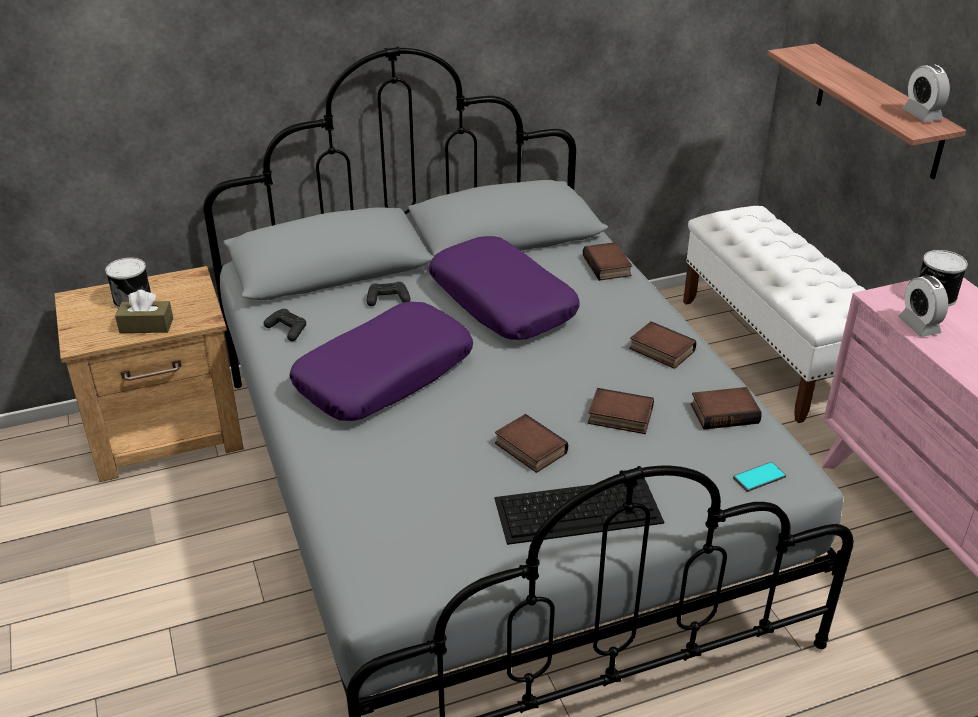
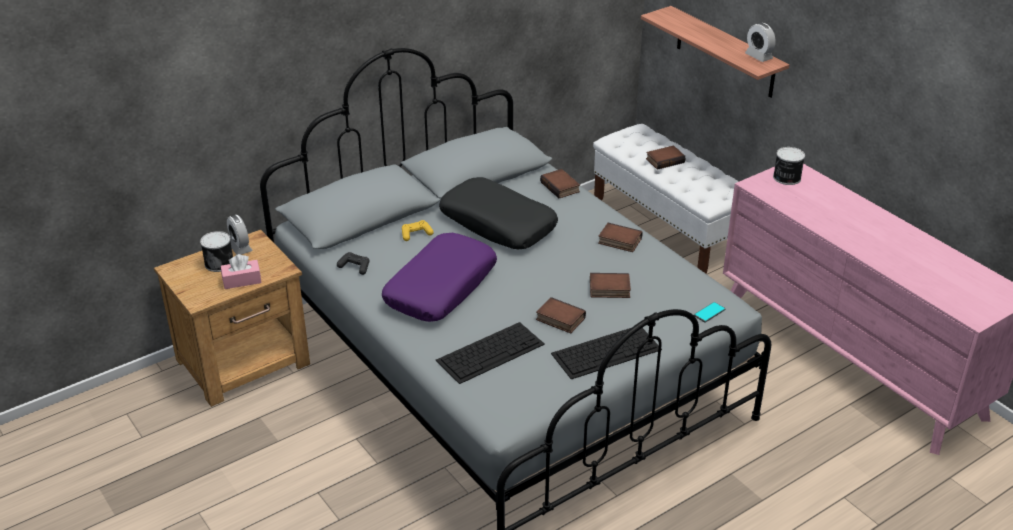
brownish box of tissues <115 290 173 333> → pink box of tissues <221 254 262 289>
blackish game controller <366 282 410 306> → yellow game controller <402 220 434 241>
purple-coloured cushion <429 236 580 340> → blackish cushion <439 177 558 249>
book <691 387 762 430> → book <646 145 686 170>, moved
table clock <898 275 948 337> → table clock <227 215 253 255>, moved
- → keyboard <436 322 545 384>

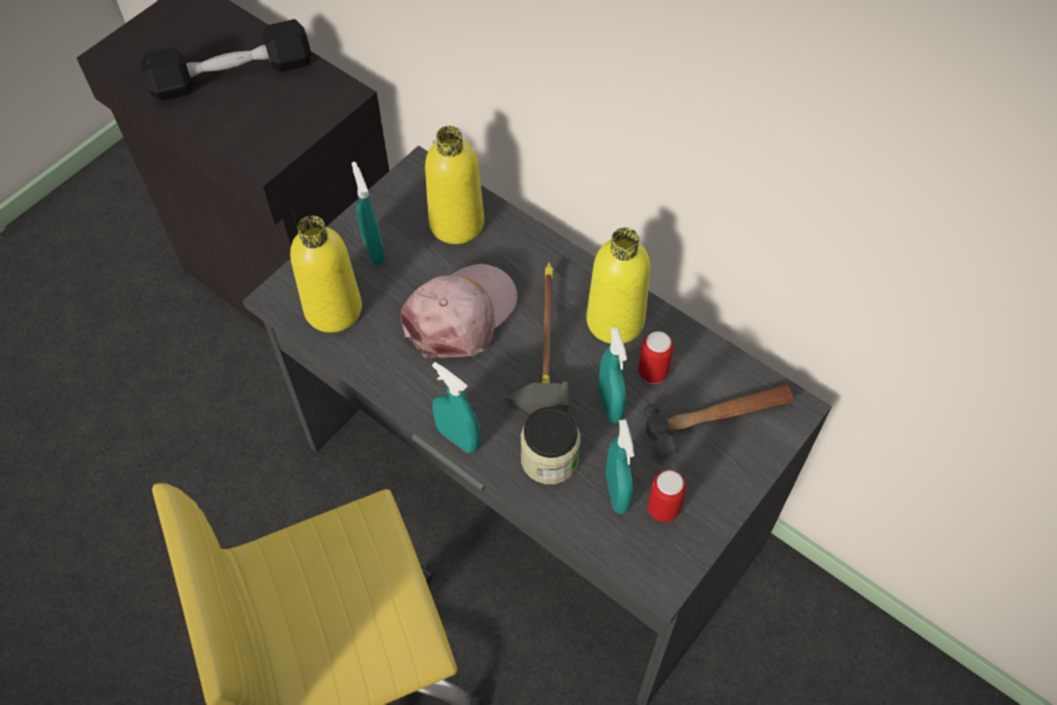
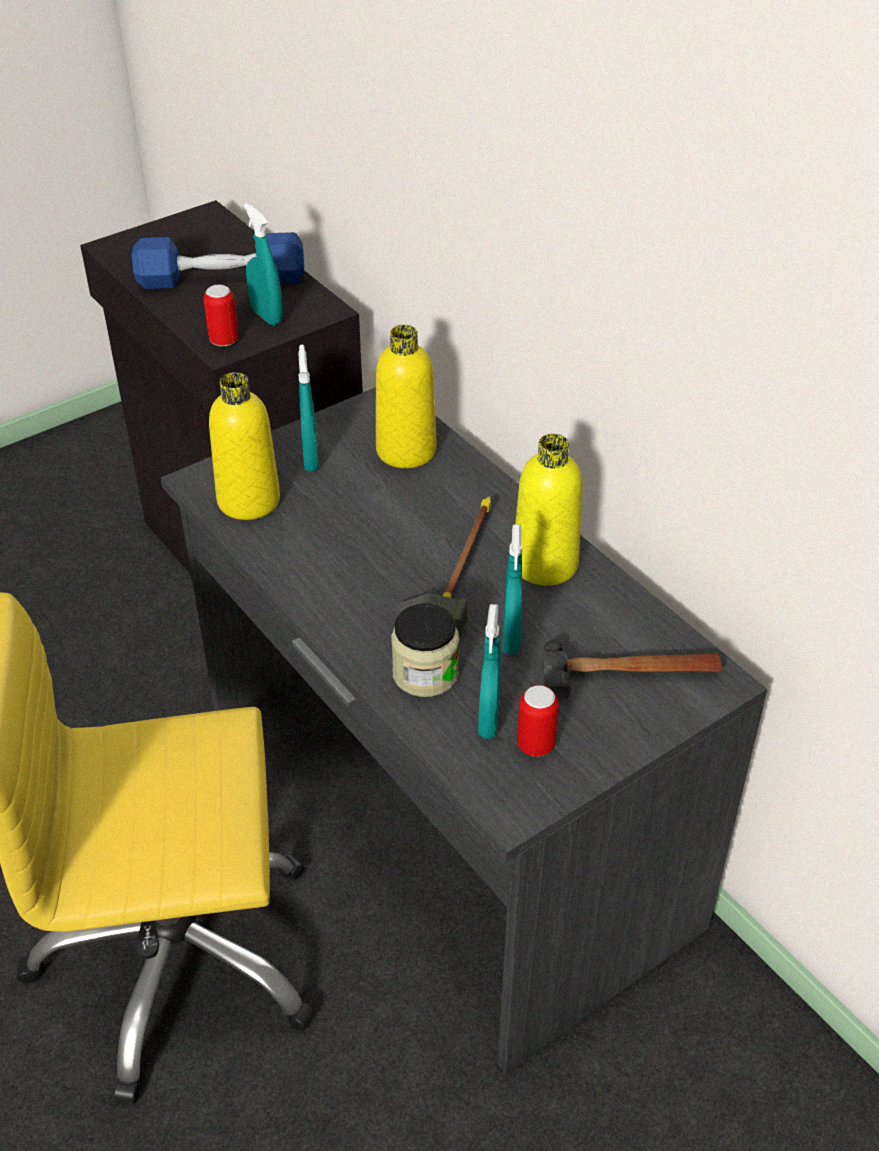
blackish dumbbell <140 19 311 101> → blue-coloured dumbbell <132 232 304 289>
pink peaked cap <401 264 518 358> → -
turquoise spray bottle <432 362 480 453> → turquoise spray bottle <244 203 283 325>, moved
can <638 331 674 384> → can <203 285 238 347>, moved

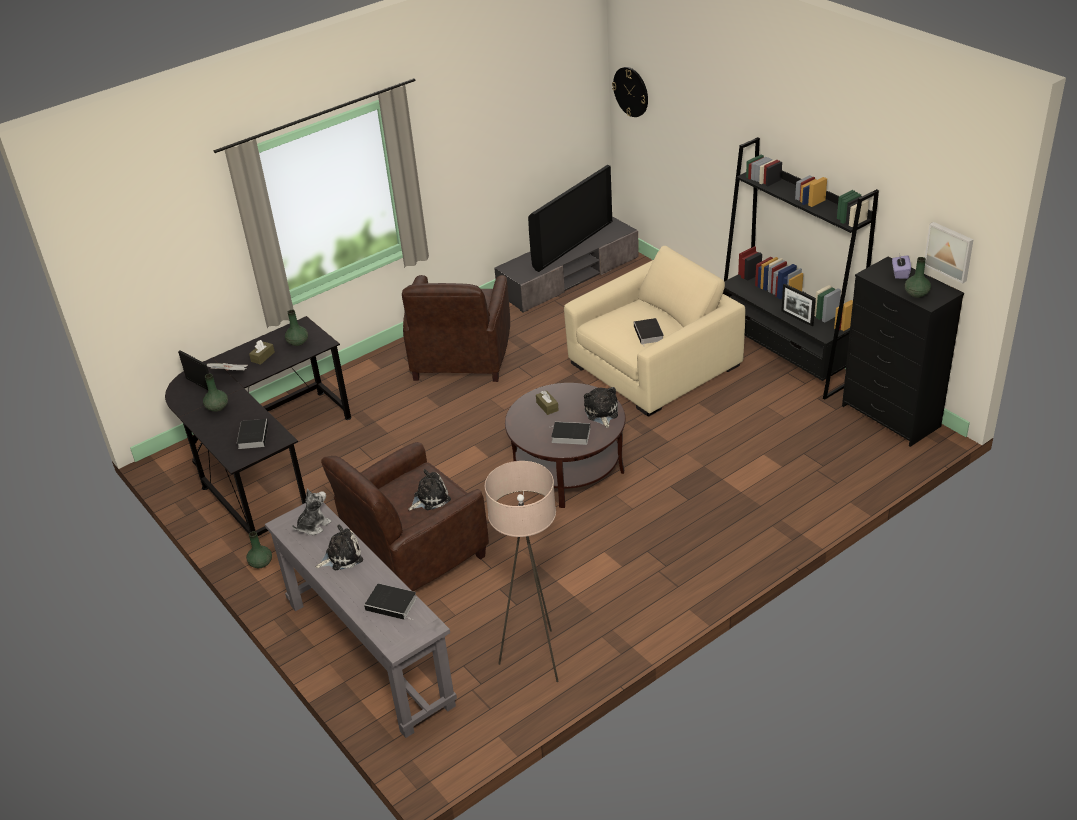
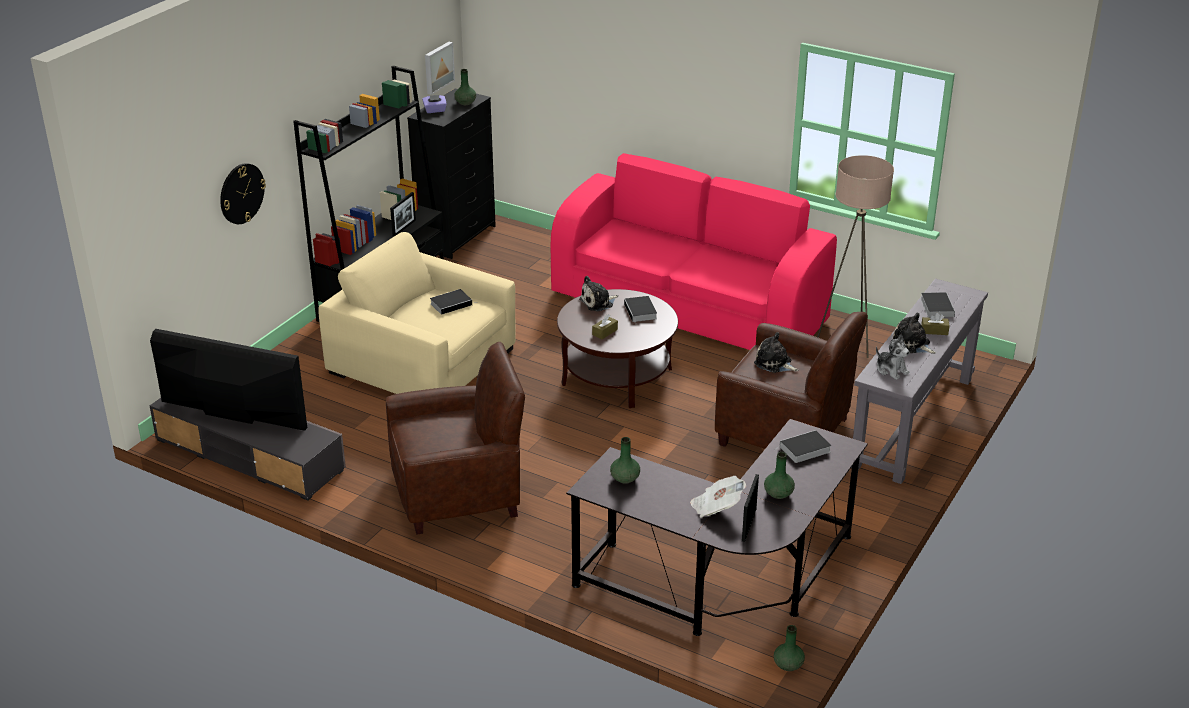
green-coloured decorative vase <246 531 272 568> → green-coloured decorative vase <774 625 805 671>, moved
brownish box of tissues <249 340 275 365> → brownish box of tissues <921 313 950 335>, moved
cuddly toy <292 489 332 535> → cuddly toy <876 334 910 380>, 150 degrees counterclockwise
wall clock <612 67 648 117> → wall clock <220 163 266 224>, moved
- → pink couch <550 153 837 350>

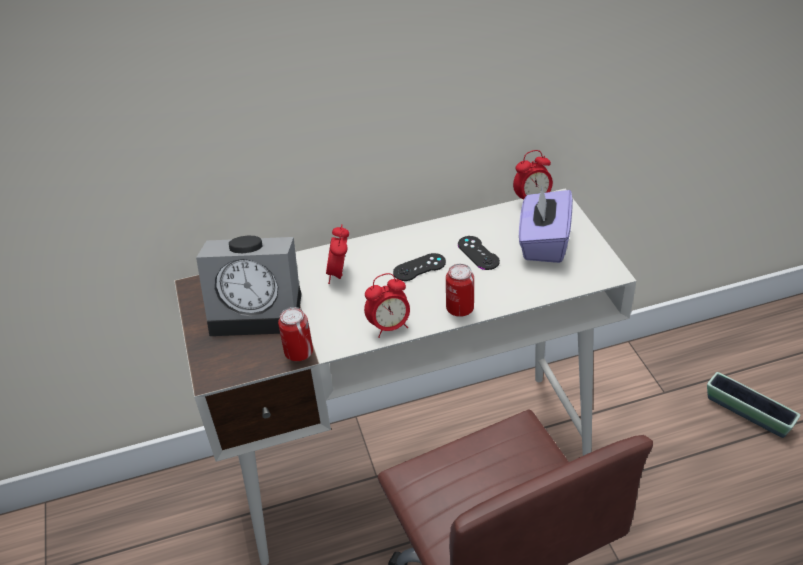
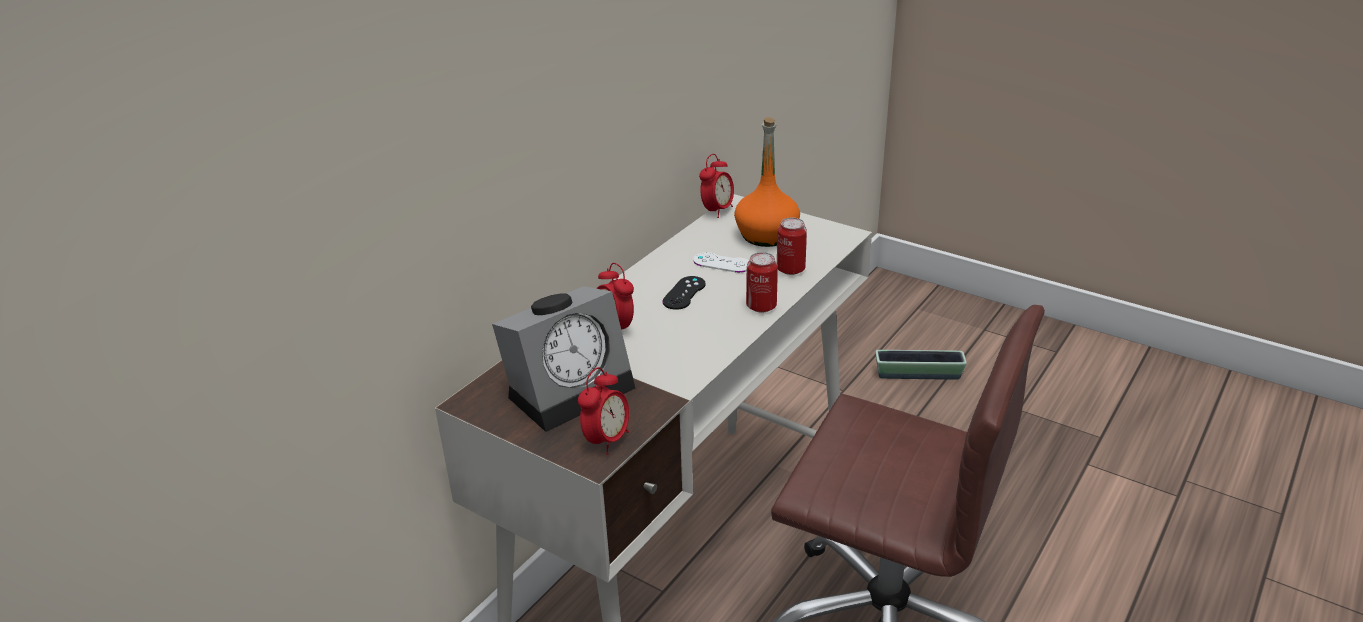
can <278 307 313 361> → can <777 217 807 275>, moved
table clock <364 273 410 338> → table clock <578 367 629 455>, moved
blackish game controller <458 236 500 270> → white-coloured game controller <693 252 749 273>
purple-coloured box of tissues <519 186 573 263> → orange drink bottle <734 117 800 247>

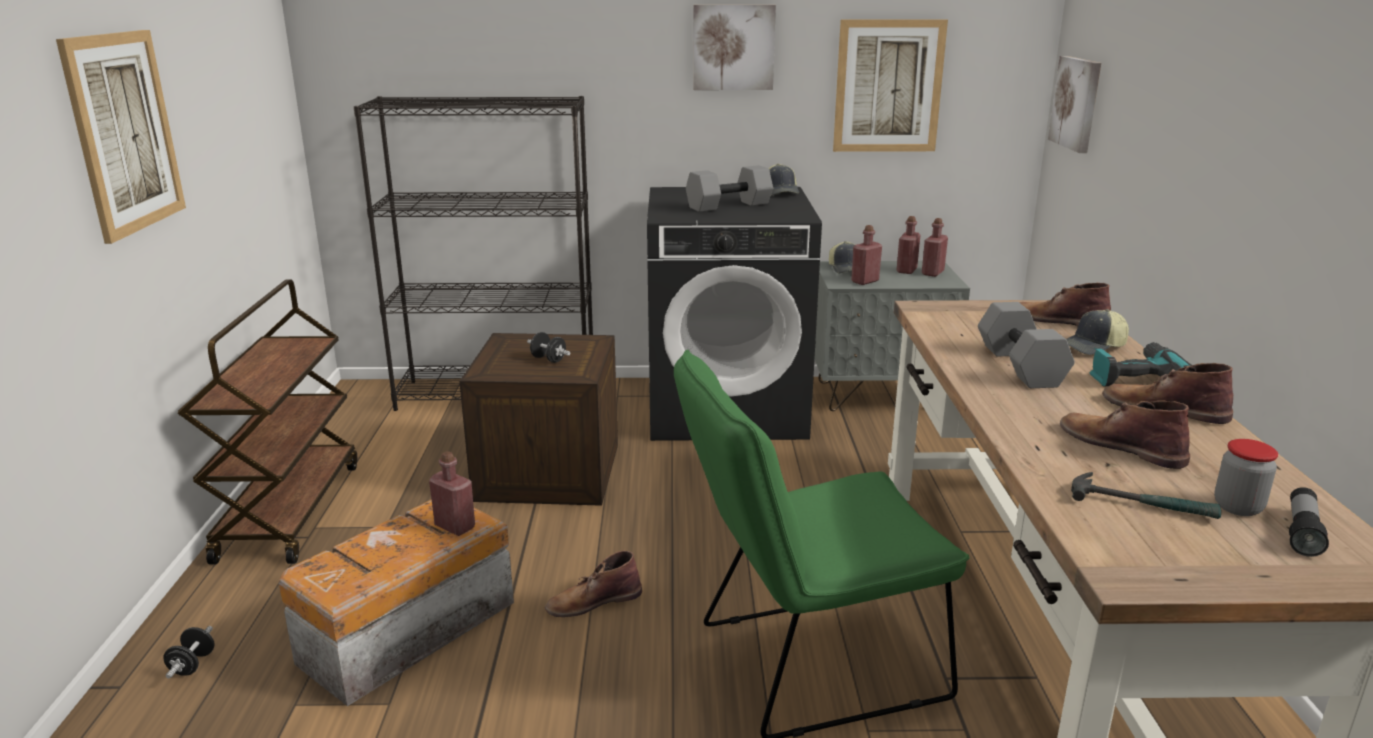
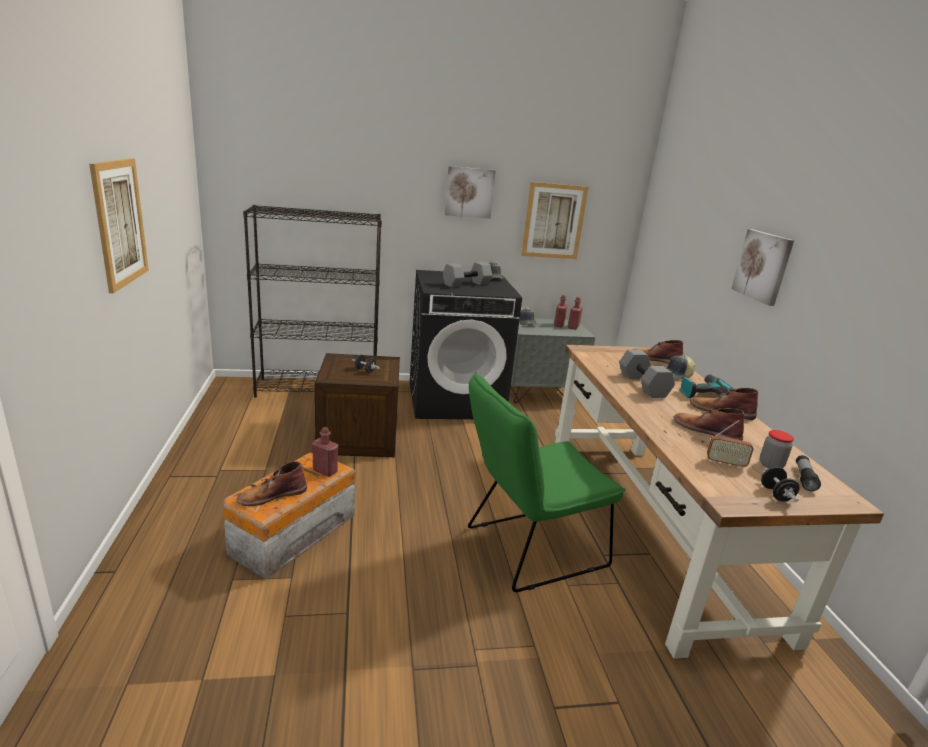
blackish dumbbell <163 626 215 679> → blackish dumbbell <761 467 799 502>, moved
brownish wheeled cart <178 279 357 565> → -
brownish boot <545 551 642 617> → brownish boot <236 461 307 506>, moved
red drink bottle <851 225 882 285> → -
wall art <1048 56 1101 153> → wall art <731 229 794 306>, moved
hand hammer <1071 472 1221 519> → radio set <707 420 754 468>

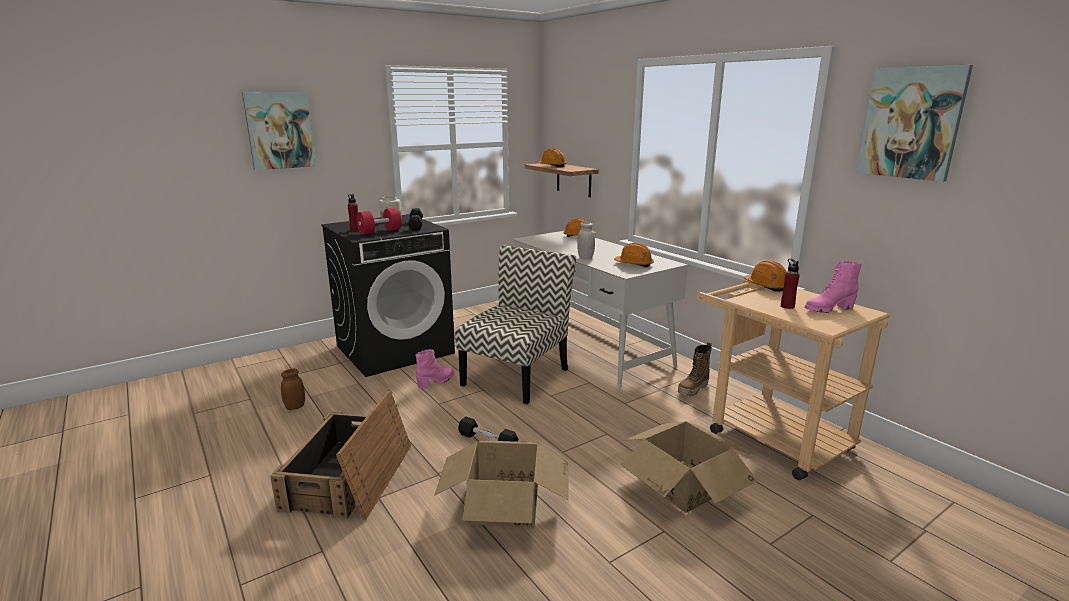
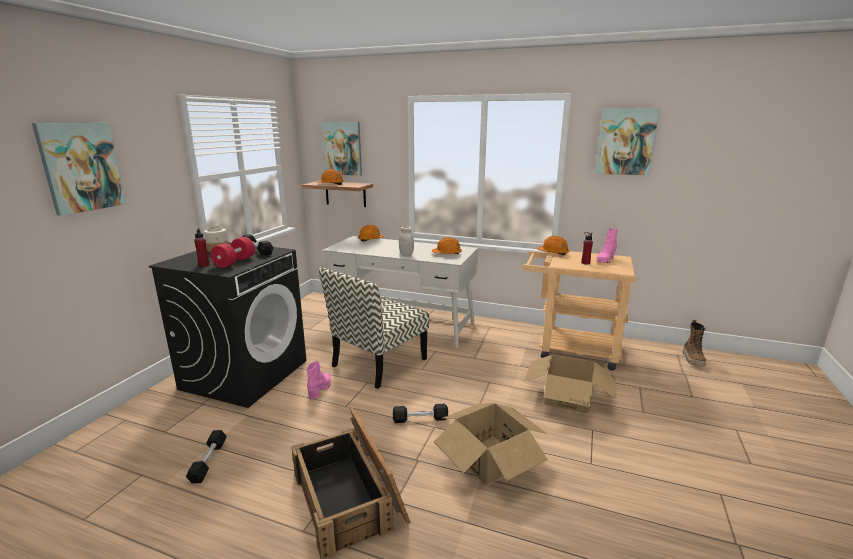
brownish jar <281 369 305 410> → blackish dumbbell <186 430 227 484>
upright chair <455 245 576 405> → upright chair <319 267 429 389>, 135 degrees counterclockwise
boot <678 342 712 396> → boot <682 320 706 366>, moved
- → wall art <321 122 362 176>

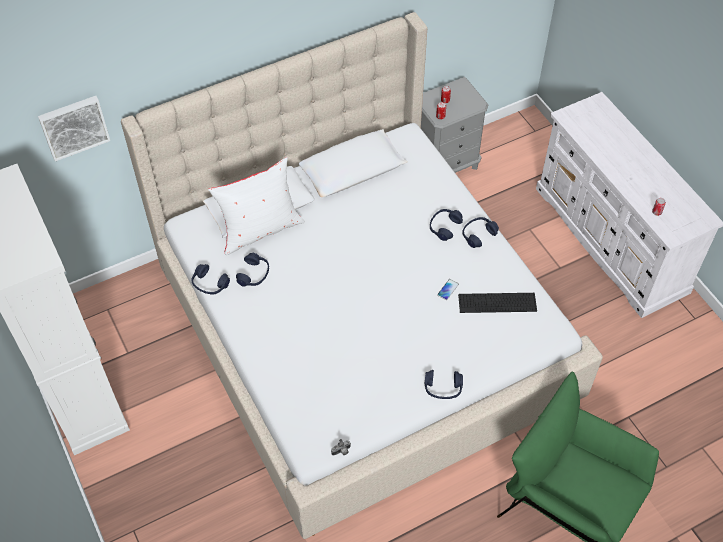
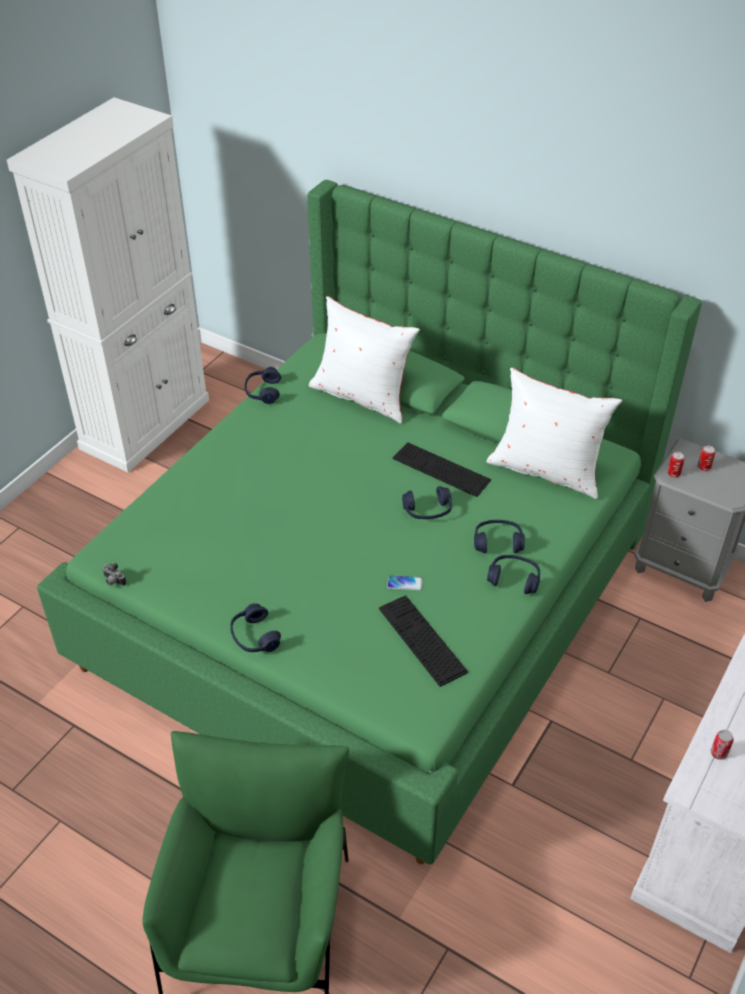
wall art <38 96 110 161> → -
beige bedroom bed <121 12 603 539> → green-coloured bedroom bed <37 180 702 865>
blue-coloured pair of headphones <236 253 269 287> → blue-coloured pair of headphones <402 486 452 519>, moved
- → keyboard <393 442 491 497>
- → white-coloured cushion <486 368 622 499>

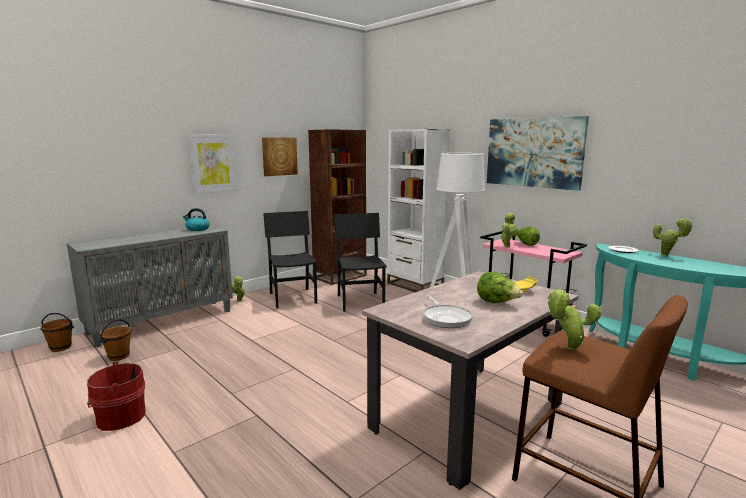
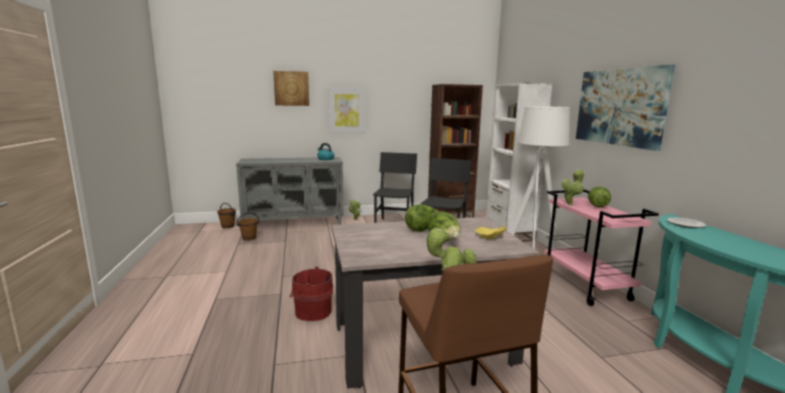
red pail <87 362 146 431> → red pail <290 267 333 321>, moved
wall art <262 137 298 176> → wall art <273 71 309 106>, moved
pan <423 295 473 328> → -
houseplant <653 217 693 256> → -
- → lettuce <405 204 438 232>

